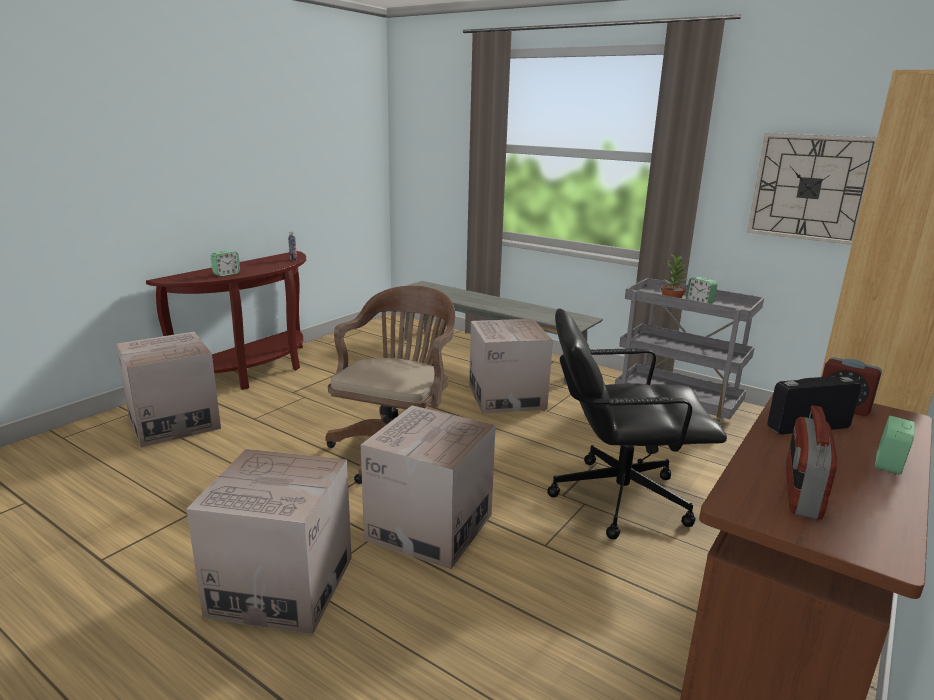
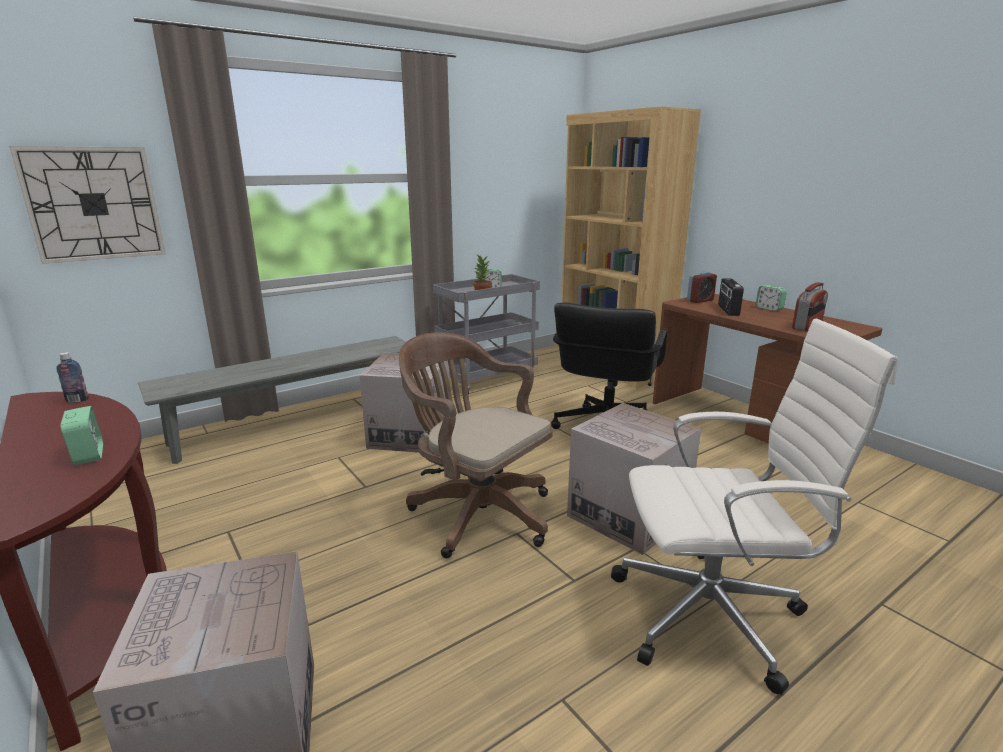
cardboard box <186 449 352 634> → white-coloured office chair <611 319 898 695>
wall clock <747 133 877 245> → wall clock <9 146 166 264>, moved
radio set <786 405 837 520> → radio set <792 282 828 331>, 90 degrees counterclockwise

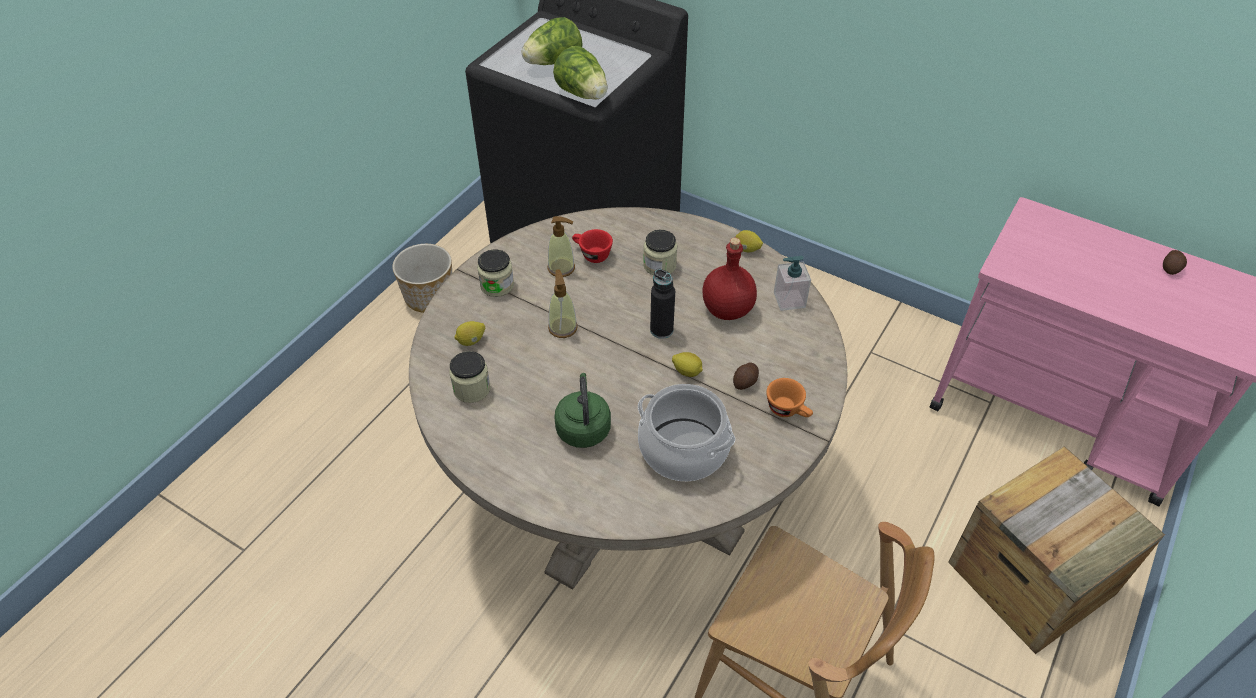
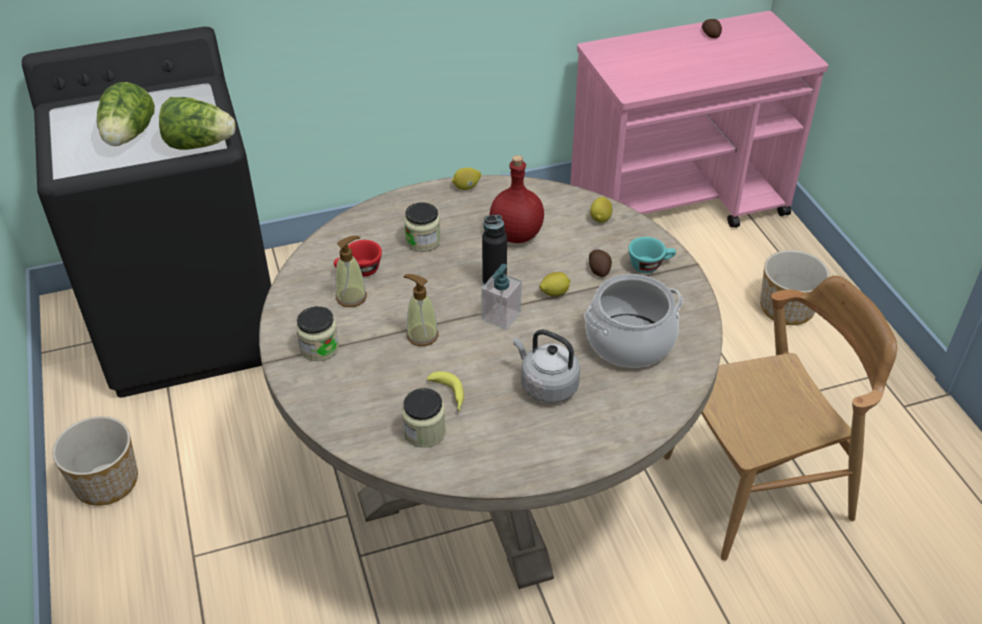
citrus fruit <454 321 485 346> → citrus fruit <590 197 613 223>, moved
green-coloured kettle <554 373 611 448> → greyish kettle <513 329 580 403>
orange drinking cup <766 378 813 417> → turquoise drinking cup <628 237 676 273>
soap bottle <774 256 811 311> → soap bottle <481 264 522 330>, moved
crate <948 446 1165 654> → plant pot <760 250 830 325>
- → banana <427 371 464 411>

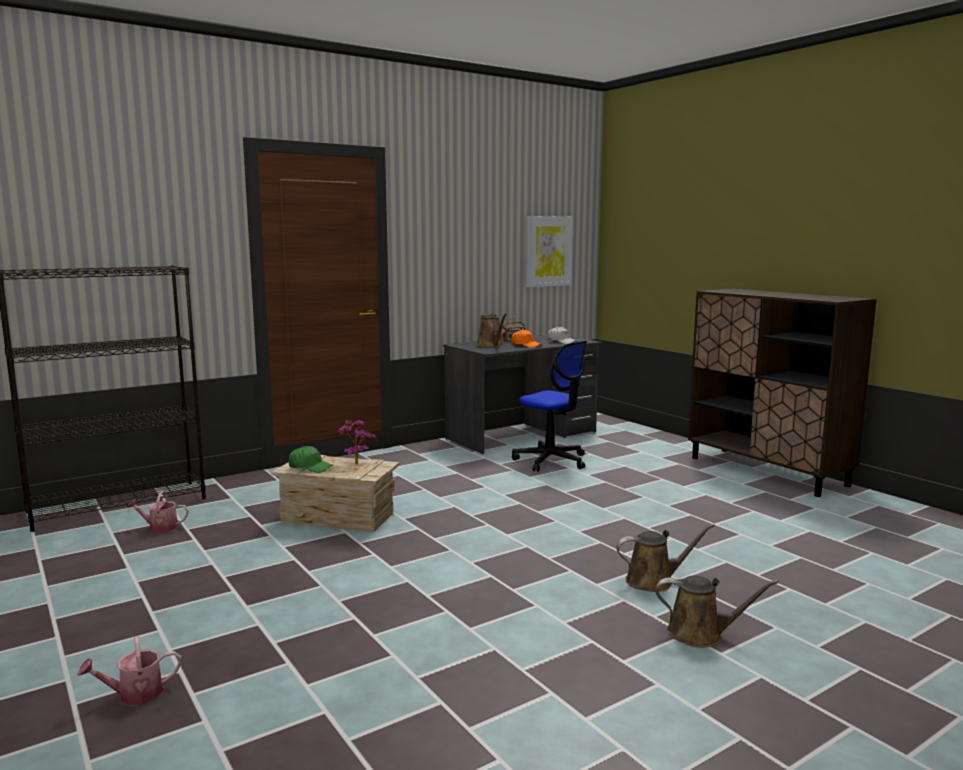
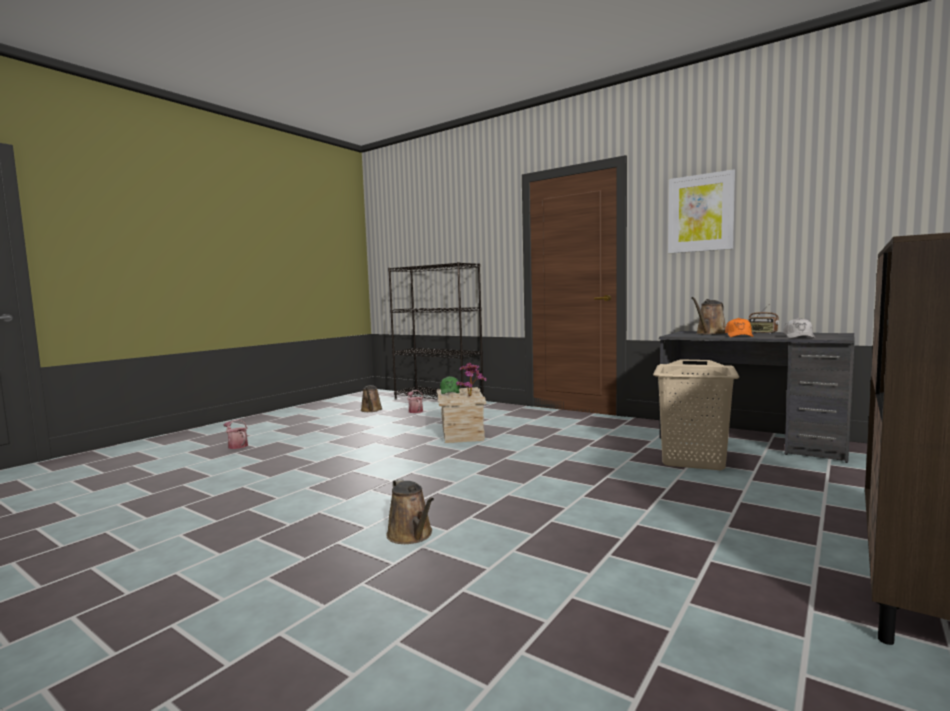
office chair <512 341 587 472> → beige laundry basket <653 359 739 470>
wall art <526 216 573 287> → wall art <668 169 735 254>, moved
brownish watering can <656 576 779 648> → brownish watering can <361 385 383 412>, moved

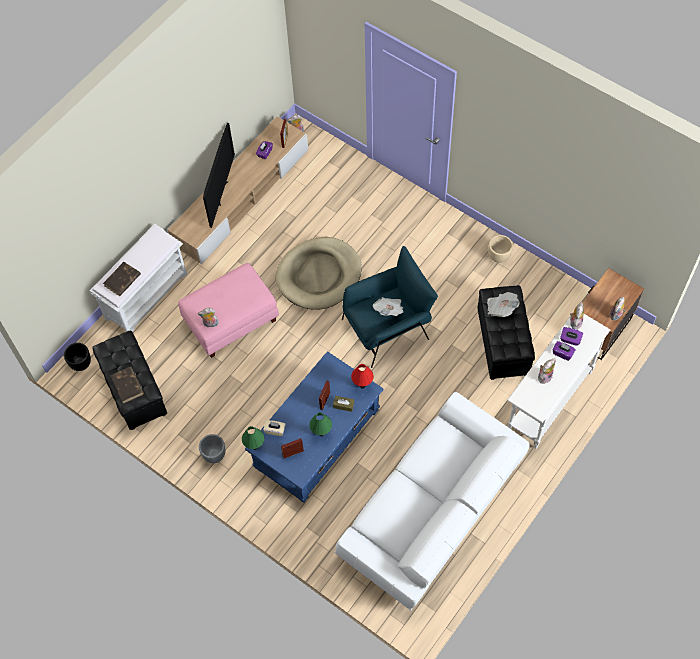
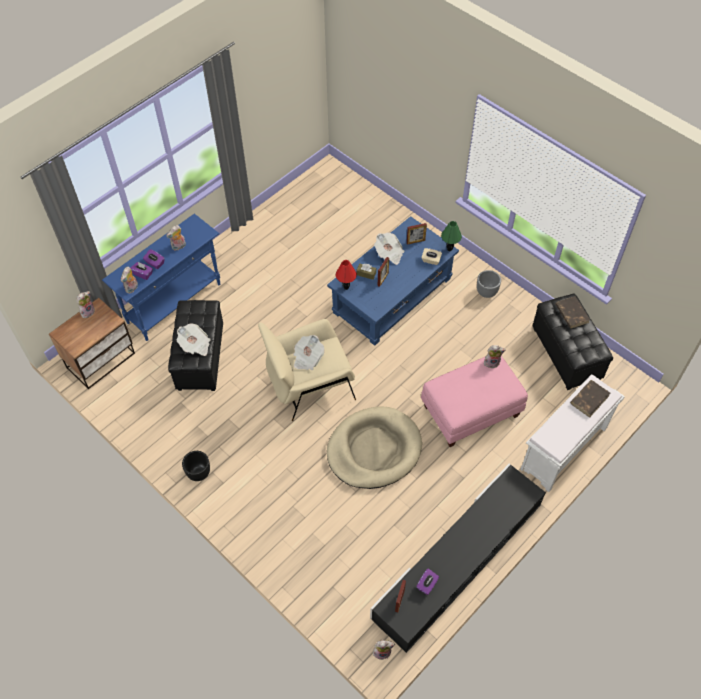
blackish plant pot <64 343 91 371> → blackish plant pot <182 451 210 481>, moved
beige tv unit <168 116 308 264> → blackish tv unit <370 464 546 653>
TV <203 123 235 228> → -
green-coloured tabletop lamp <309 413 332 436> → daily paper <374 232 404 265>
white-coloured couch <334 392 529 610> → -
blue-coloured lounge chair <342 246 438 368> → beige lounge chair <258 319 356 421>
beige plant pot <489 235 513 263> → -
white-coloured hall table <507 313 610 449> → blue-coloured hall table <102 214 221 341>

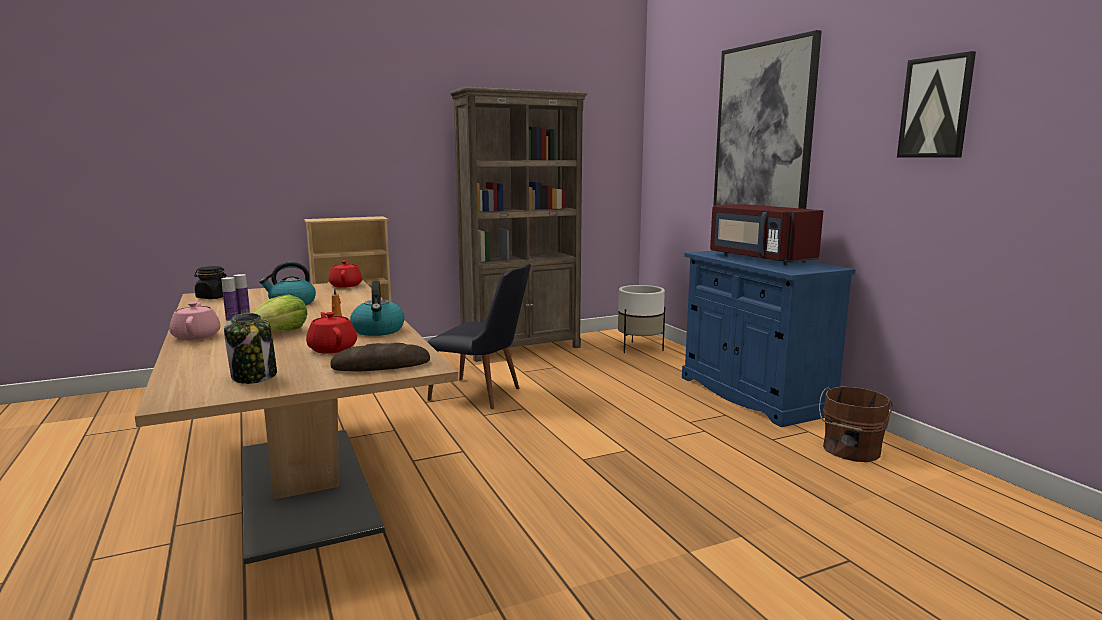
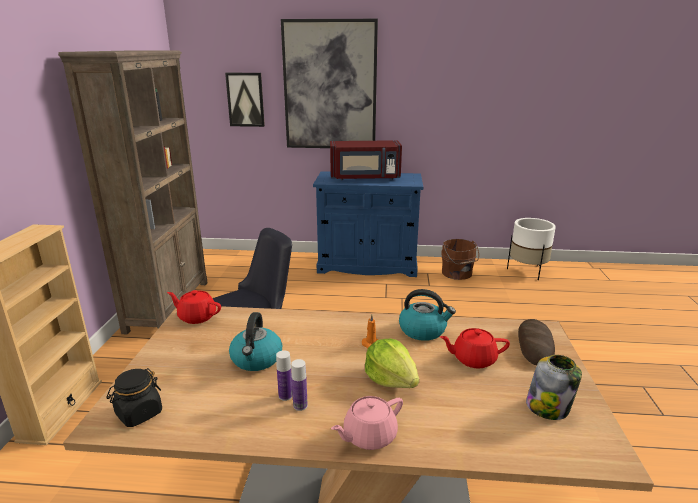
pink tea pot <169 302 220 341> → pink tea pot <331 396 403 450>, 45 degrees counterclockwise
white-coloured plant pot <618 285 665 353> → white-coloured plant pot <507 218 556 280>, moved
wall art <897 51 976 158> → wall art <225 73 265 127>, moved

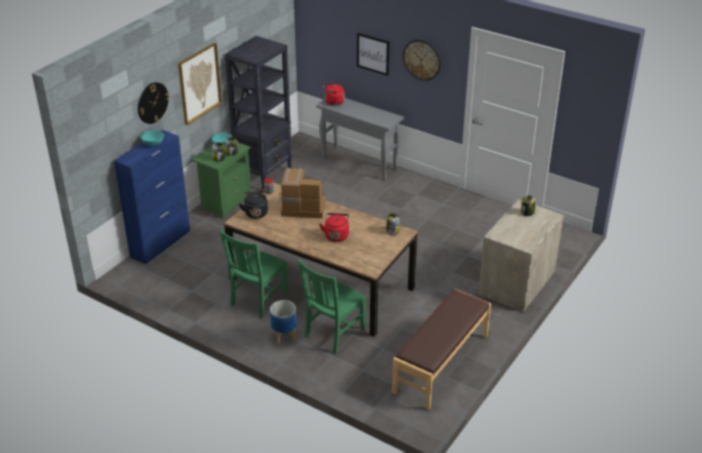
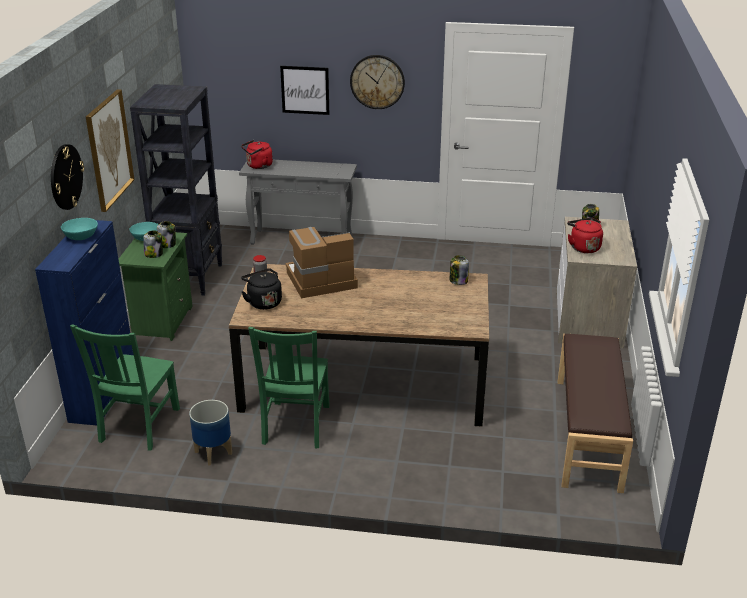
plant pot <270 300 297 344> → plant pot <189 400 232 466>, moved
green-coloured upright chair <297 260 366 354> → green-coloured upright chair <70 325 180 451>, moved
red kettle <319 213 349 242> → red kettle <567 218 603 253>, moved

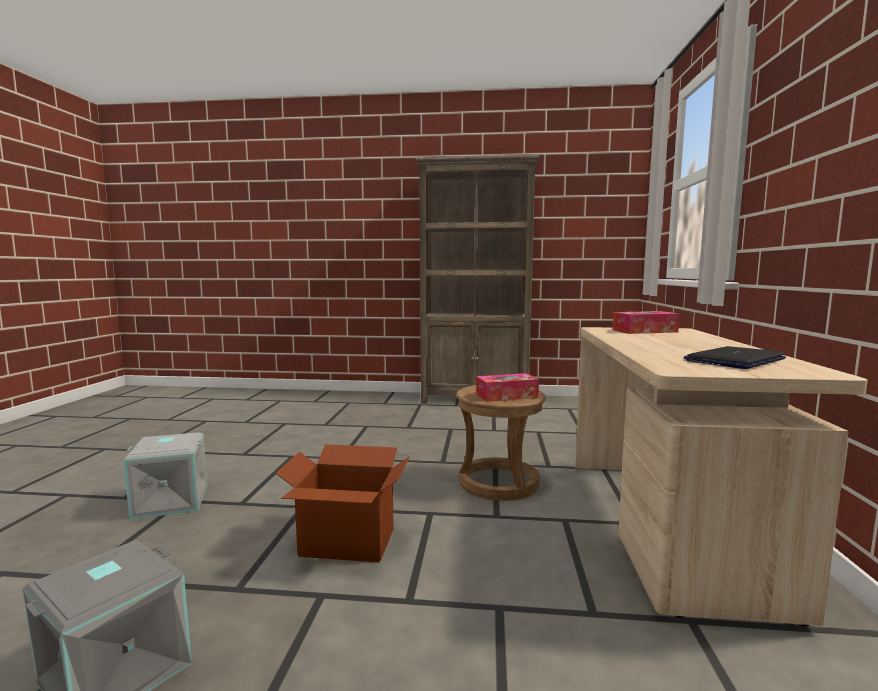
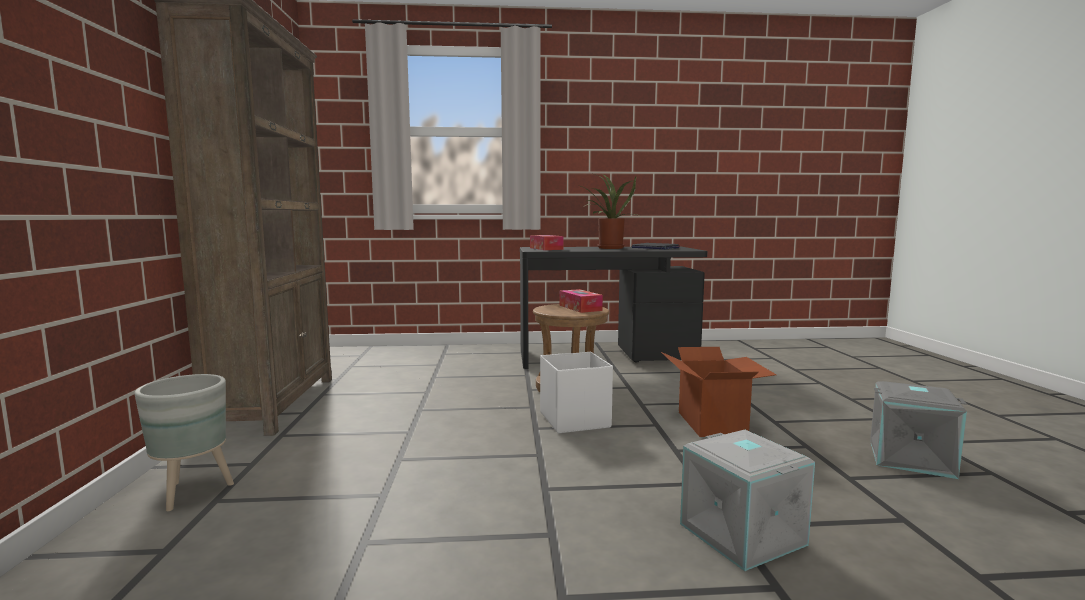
beige desk unit <575 327 868 627> → blackish desk unit <520 247 708 369>
- → greyish plant pot <134 374 234 511>
- → white-coloured storage bin <540 352 613 433>
- → houseplant <577 174 639 249>

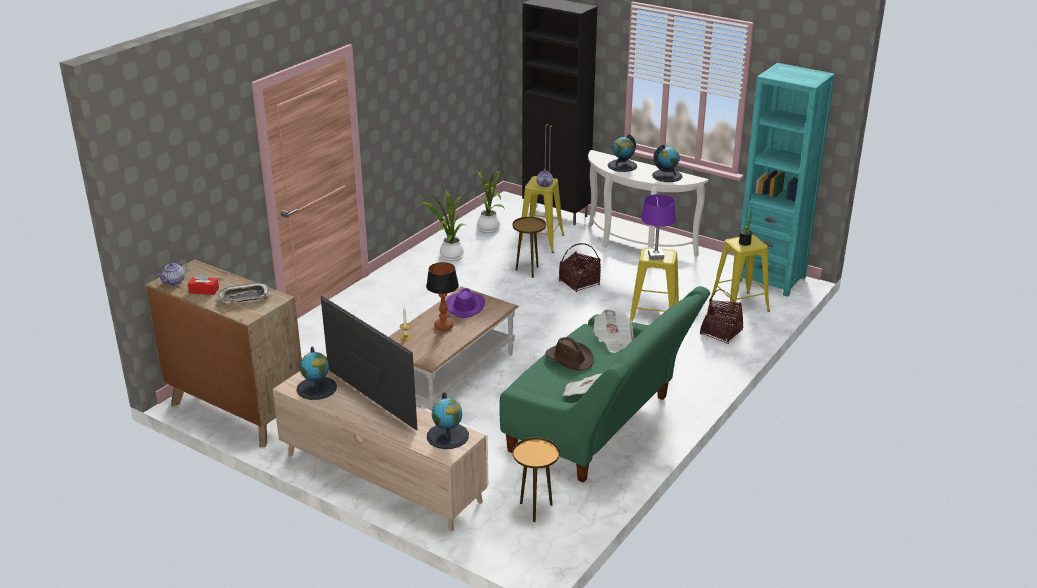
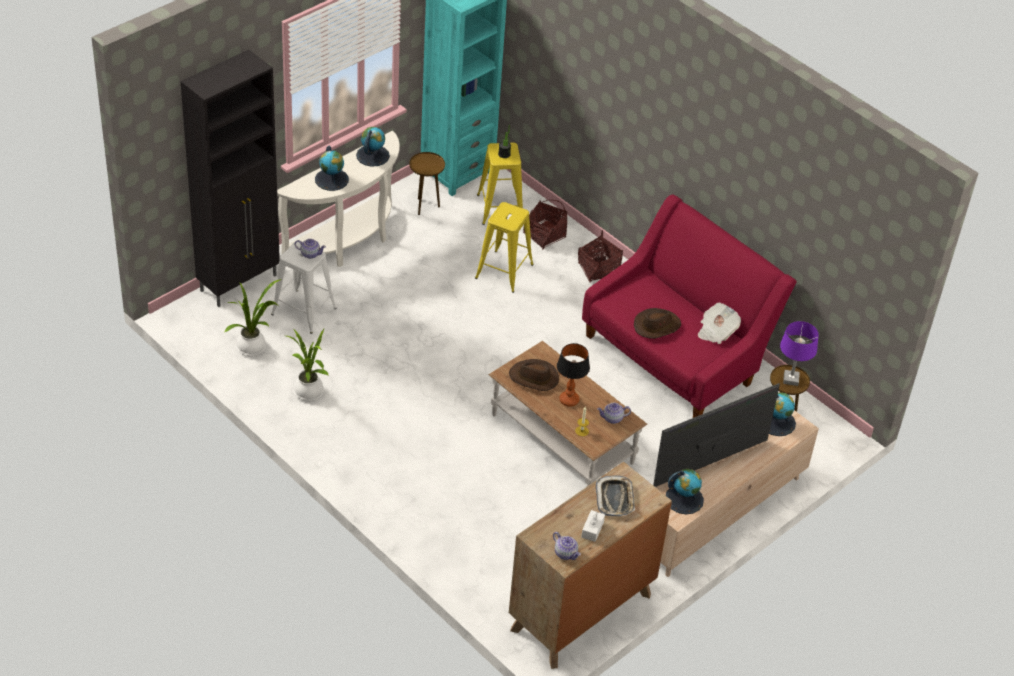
red box of tissues <188 272 219 295> → white-coloured box of tissues <581 510 605 542>
purple-coloured hat <446 288 485 318> → brownish hat <509 359 559 391>
green-coloured couch <499 286 710 483> → red couch <582 195 797 418>
brownish accent table <512 217 546 278> → brownish accent table <409 152 445 215>, moved
yellow stool seat <517 176 564 253> → white-coloured stool seat <271 241 337 334>
household basket <559 243 601 292> → household basket <578 230 623 283>, moved
daily paper <593 309 634 353> → -
purple-coloured tabletop lamp <641 194 676 260> → purple-coloured tabletop lamp <780 321 819 386>, moved
- → tea pot <597 403 631 424>

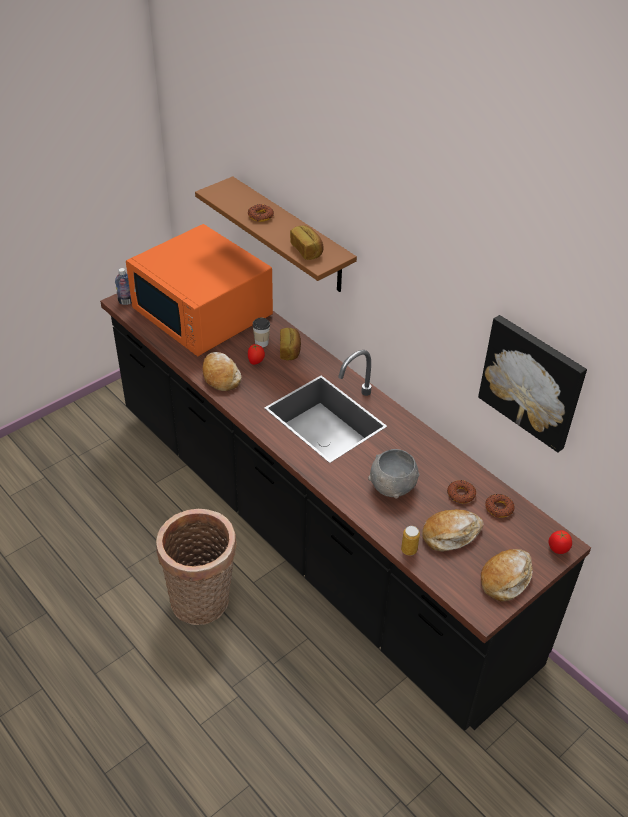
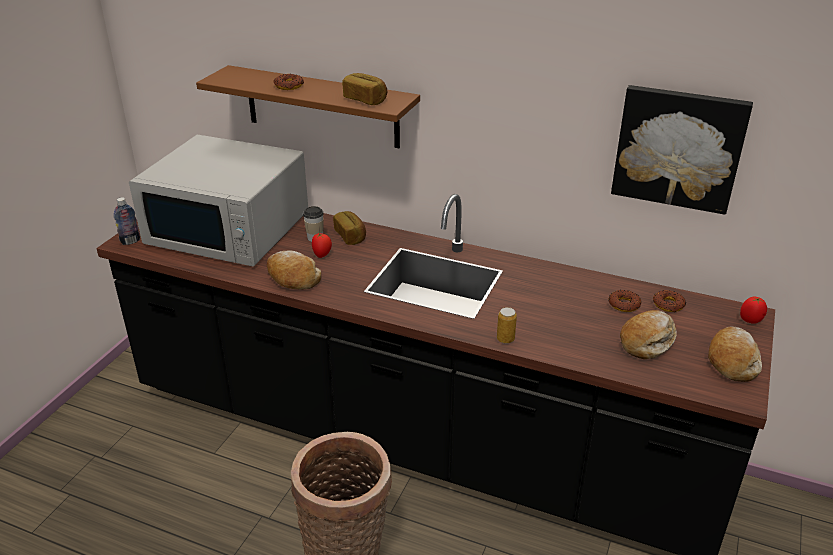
orange kitchen microwave <126 224 273 356> → white-coloured kitchen microwave <129 135 308 267>
greyish serving bowl <368 449 420 498> → -
can <401 526 420 556> → can <497 307 517 344>, moved

